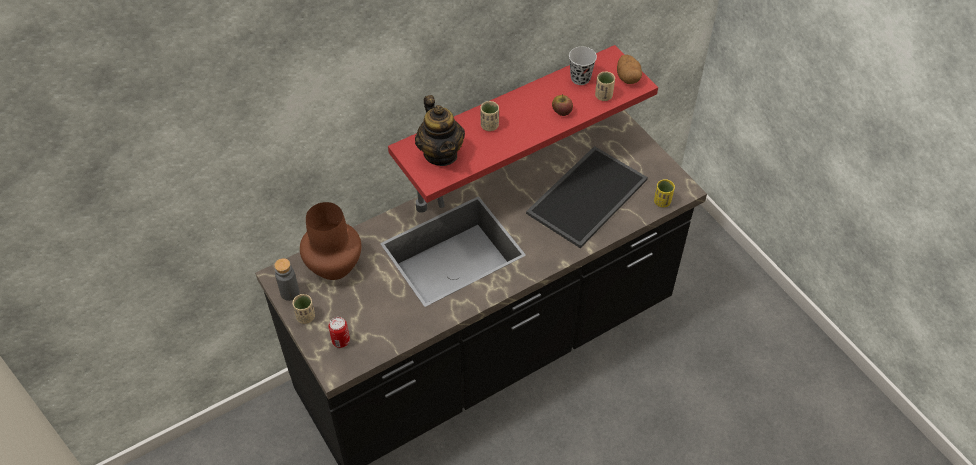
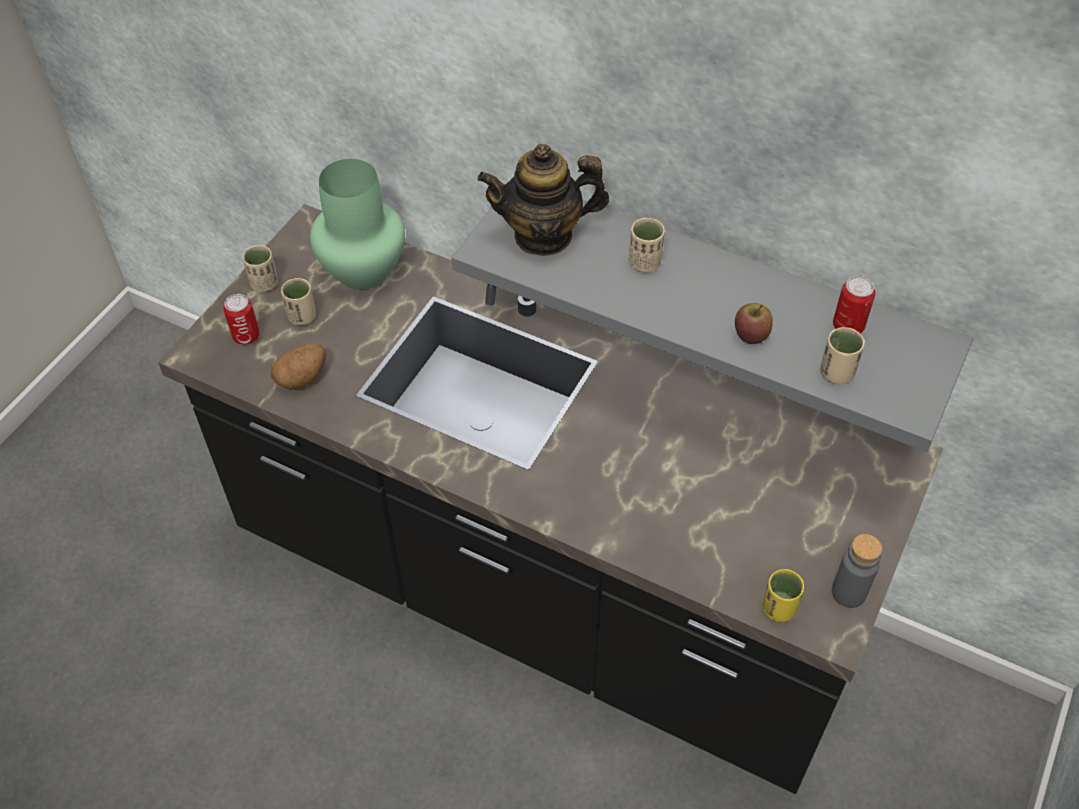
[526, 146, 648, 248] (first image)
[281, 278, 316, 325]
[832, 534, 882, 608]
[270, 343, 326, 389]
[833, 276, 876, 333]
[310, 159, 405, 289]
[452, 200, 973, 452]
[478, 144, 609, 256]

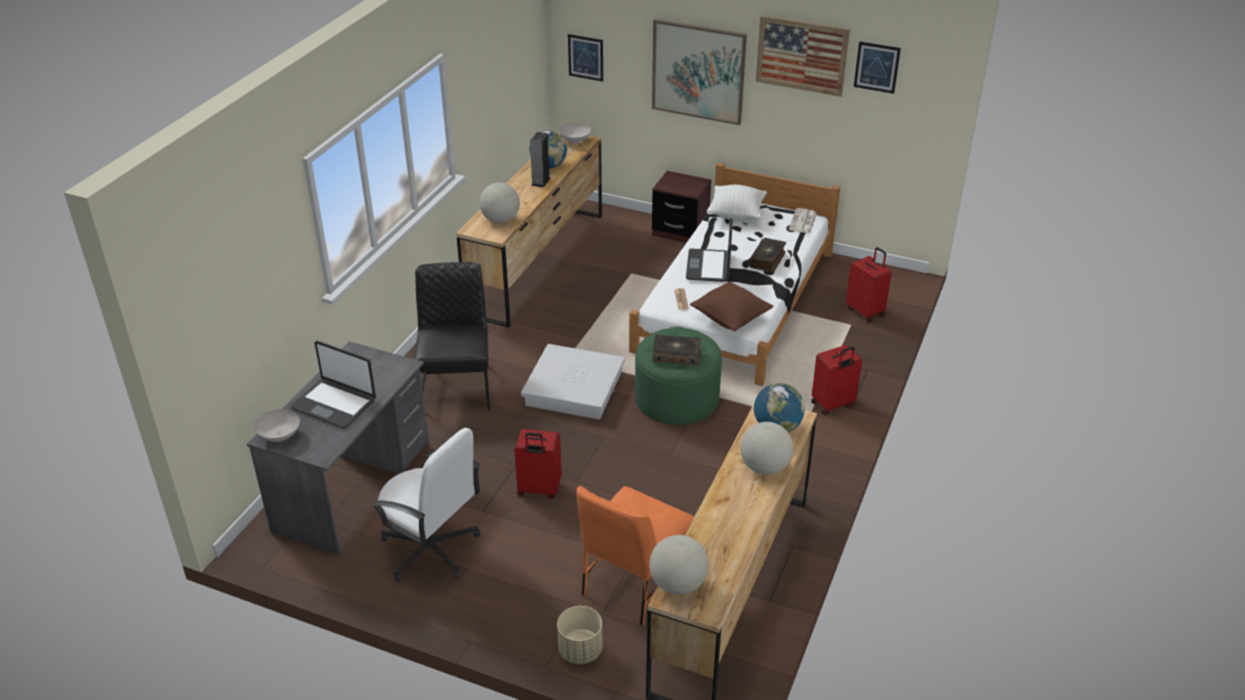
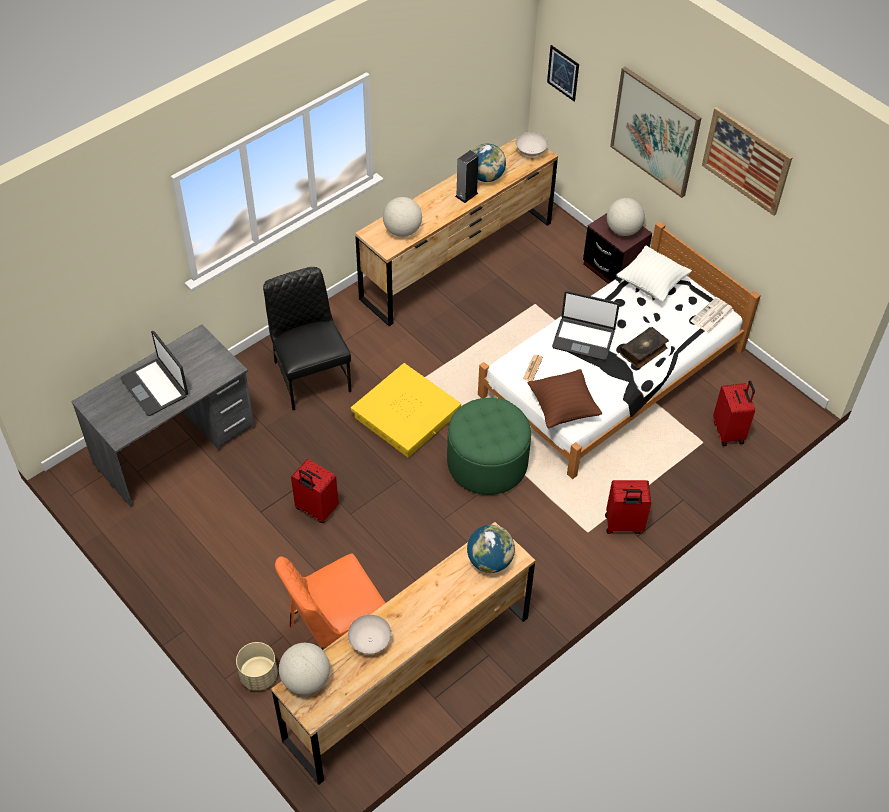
[371, 428, 480, 581] (first image)
[653, 335, 701, 366] (first image)
[854, 41, 901, 94] (first image)
[348, 615, 392, 654]
[607, 198, 645, 236]
[351, 363, 461, 458]
[263, 267, 352, 410]
[552, 291, 619, 360]

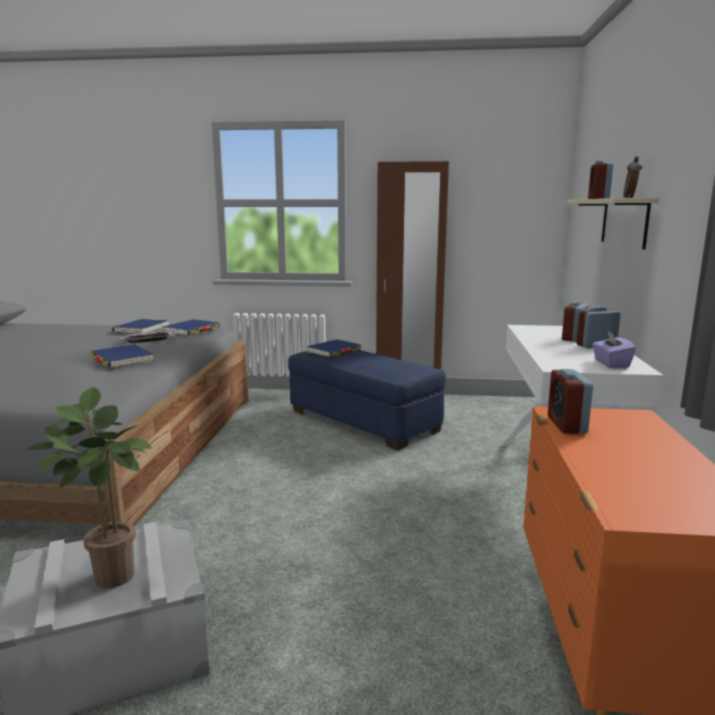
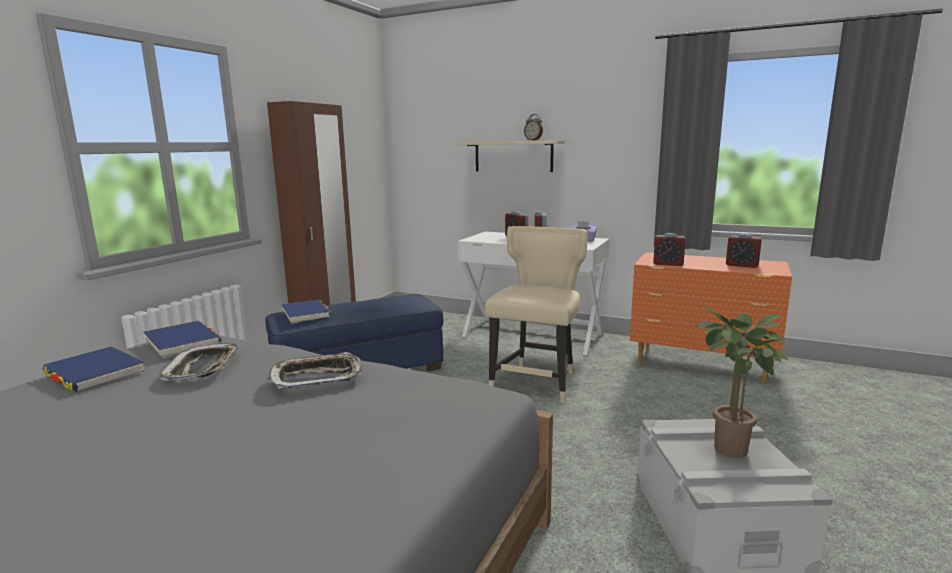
[485, 226, 588, 403]
[726, 234, 762, 268]
[267, 352, 362, 389]

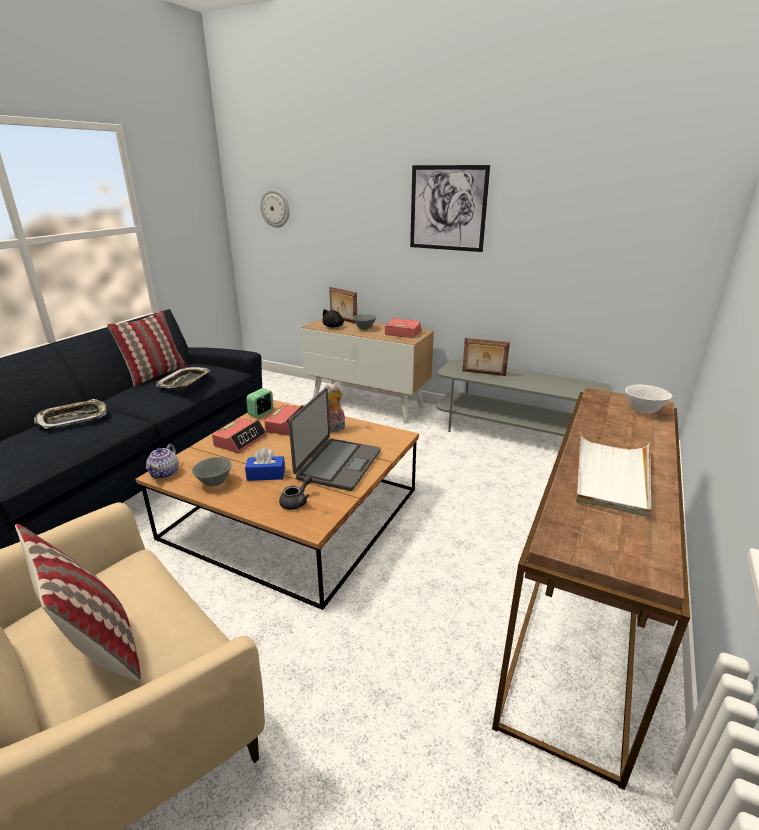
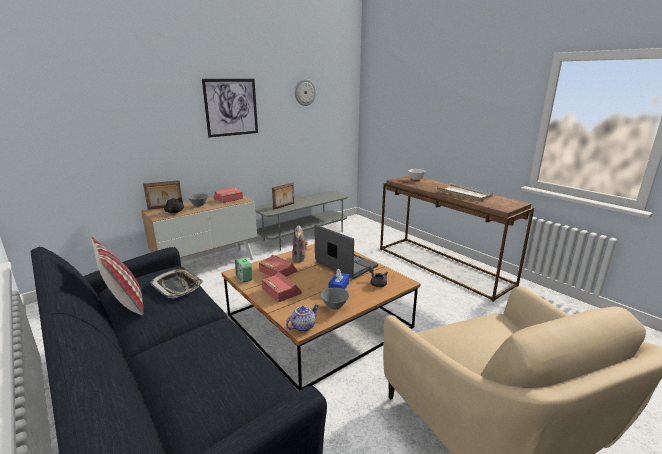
[15, 524, 141, 681] (first image)
[34, 399, 107, 429] (first image)
[295, 79, 316, 106]
[286, 304, 319, 332]

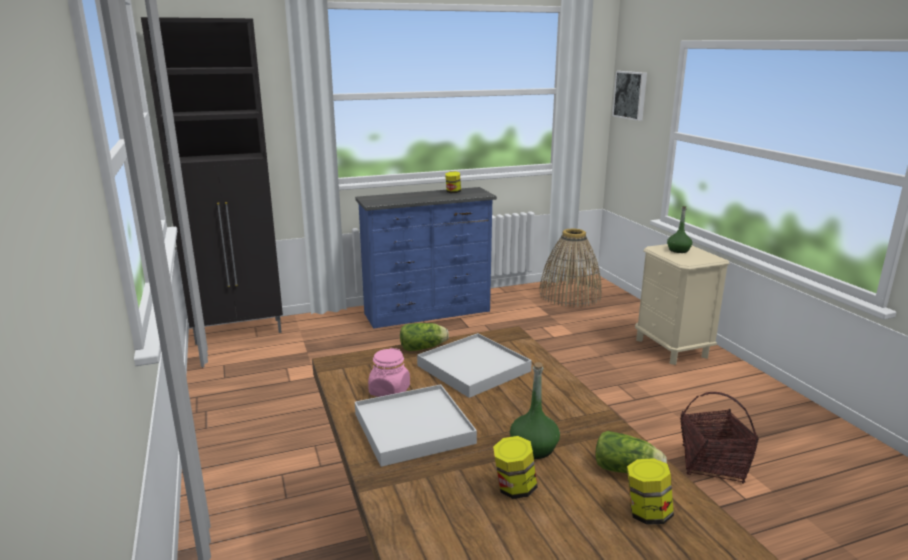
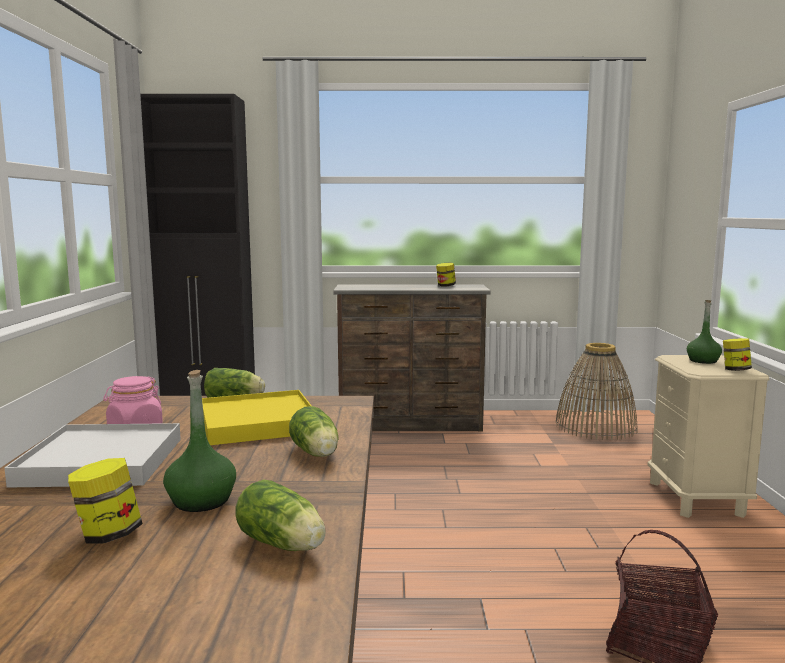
[612, 71, 647, 121] (first image)
[289, 406, 339, 457]
[723, 338, 752, 371]
[333, 284, 491, 431]
[202, 390, 311, 445]

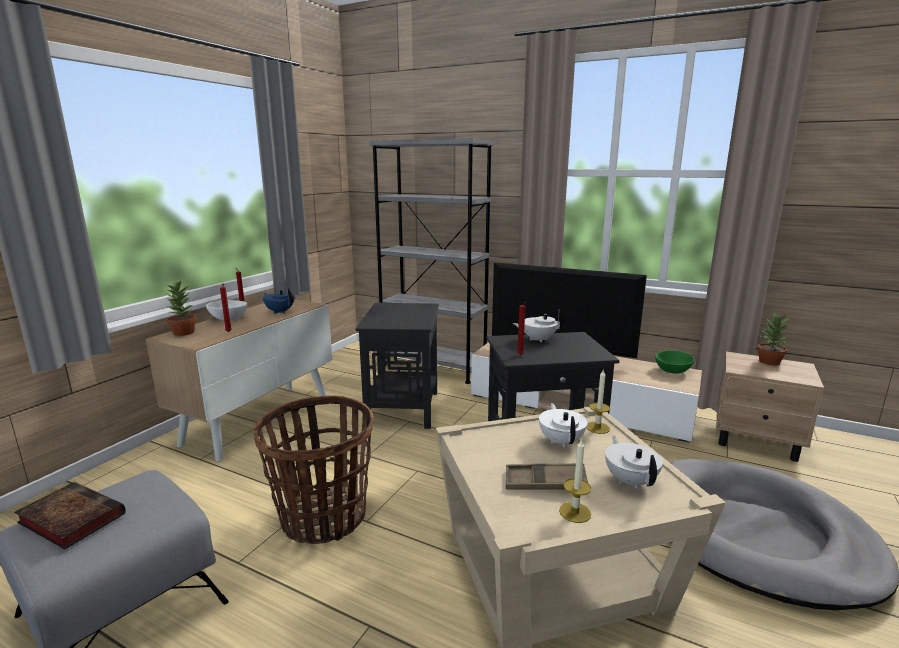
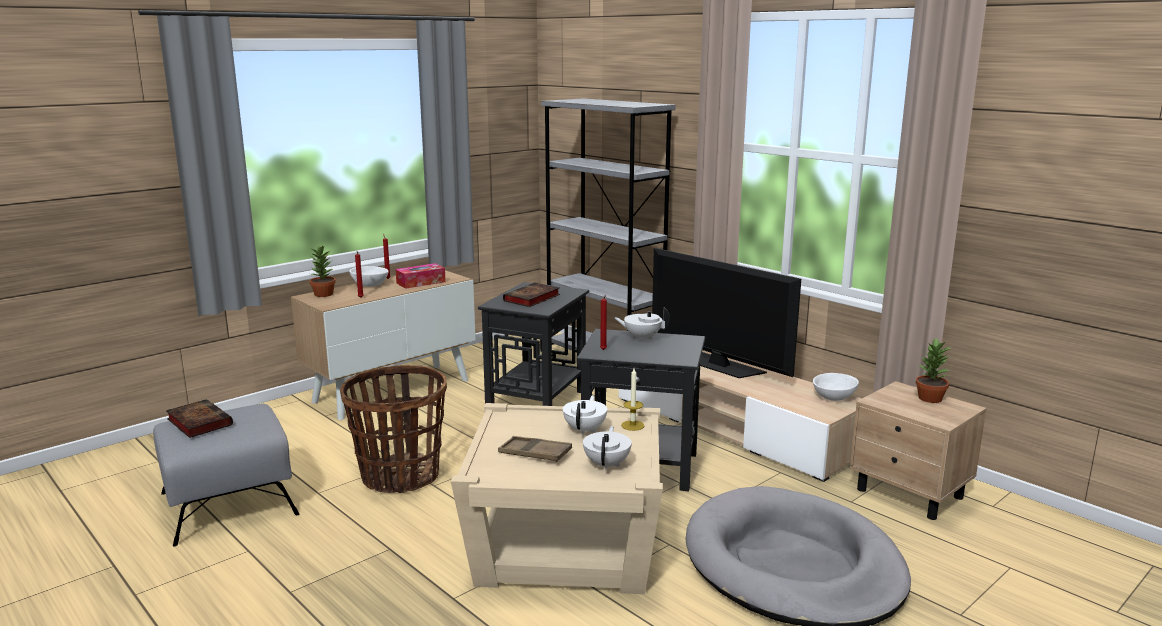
[559, 438, 591, 523] (first image)
[503, 282, 560, 307]
[395, 263, 446, 289]
[813, 373, 859, 401]

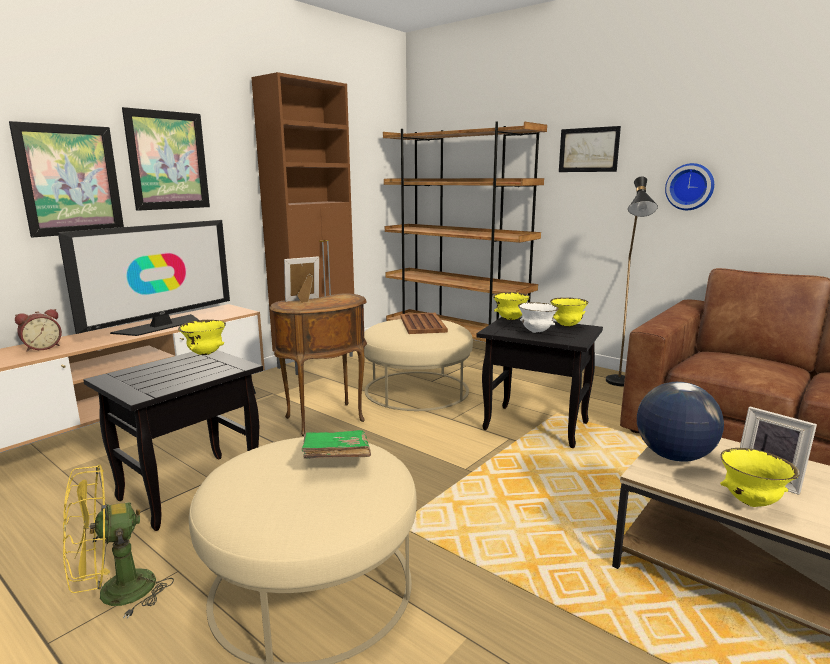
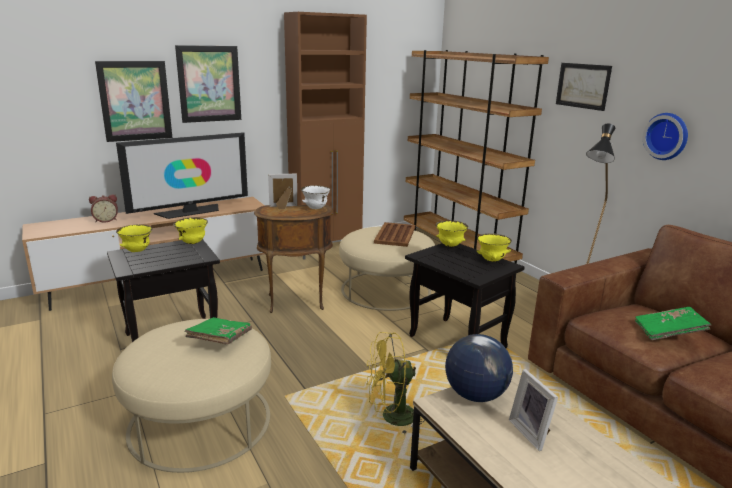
[635, 307, 711, 340]
[366, 332, 424, 434]
[301, 185, 331, 209]
[116, 224, 152, 252]

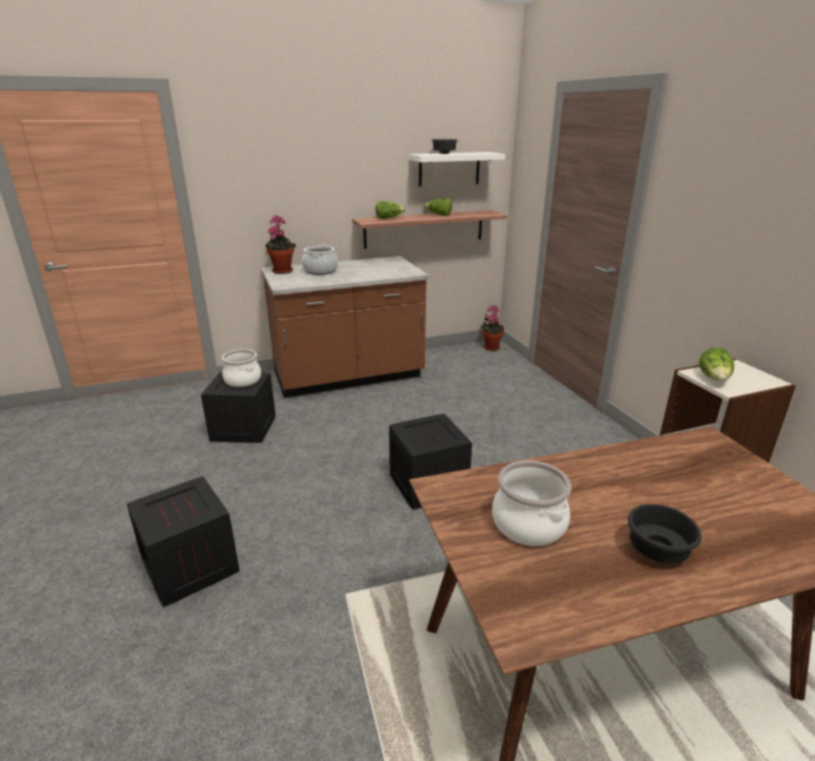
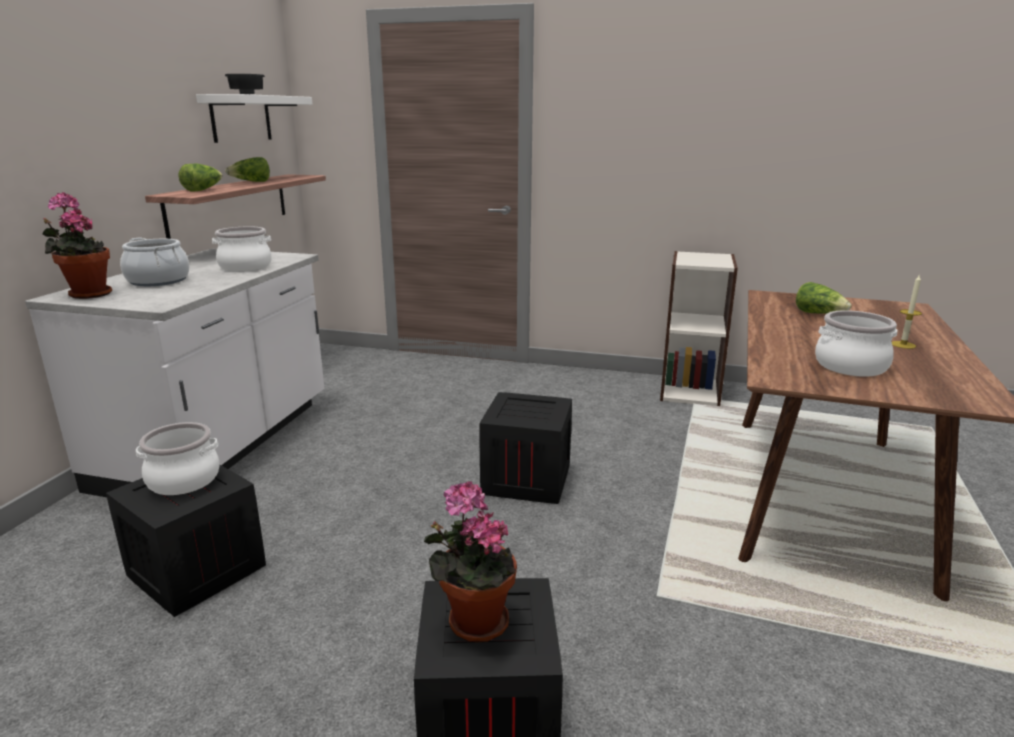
[212, 226, 272, 272]
[424, 481, 517, 643]
[796, 282, 852, 314]
[892, 275, 922, 349]
[25, 248, 324, 497]

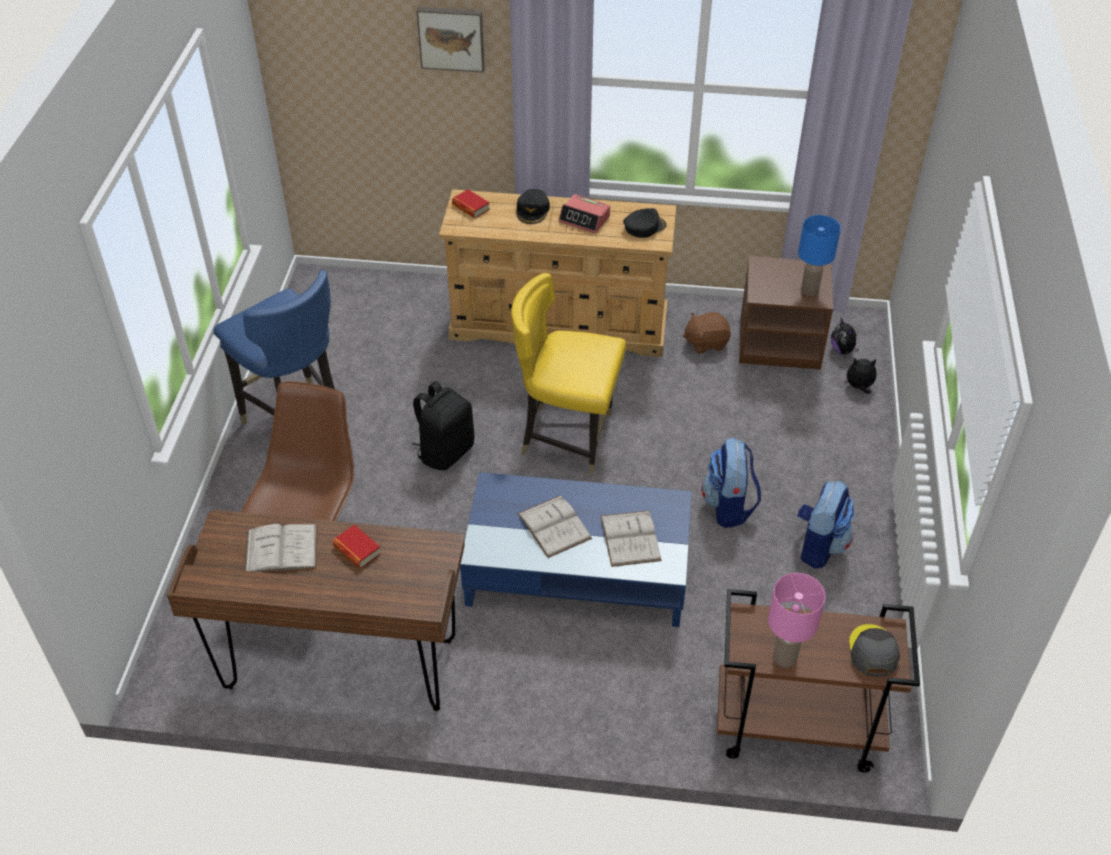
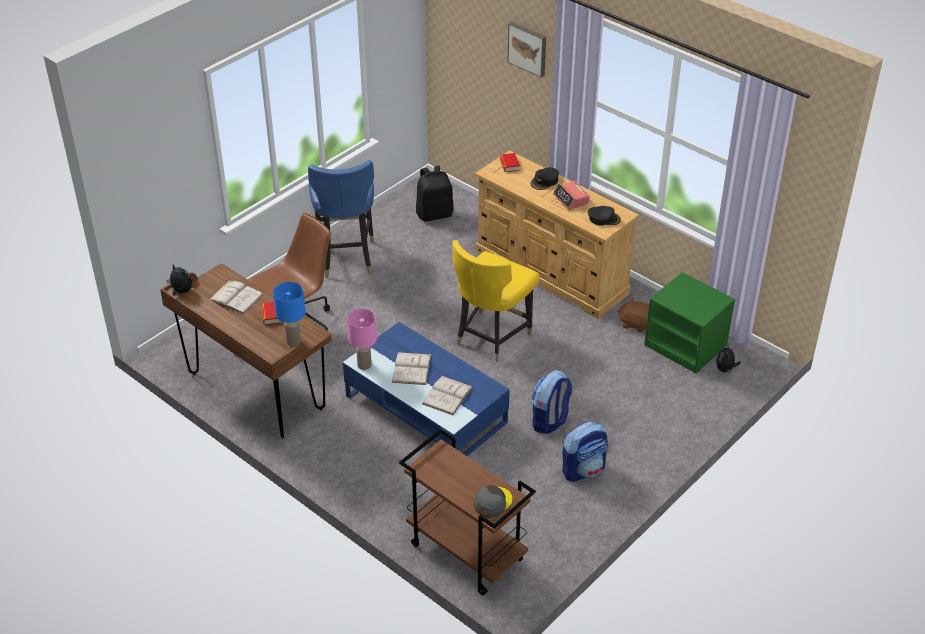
[416, 165, 454, 222]
[347, 309, 377, 370]
[273, 282, 306, 346]
[166, 264, 192, 296]
[644, 272, 735, 374]
[452, 240, 540, 362]

